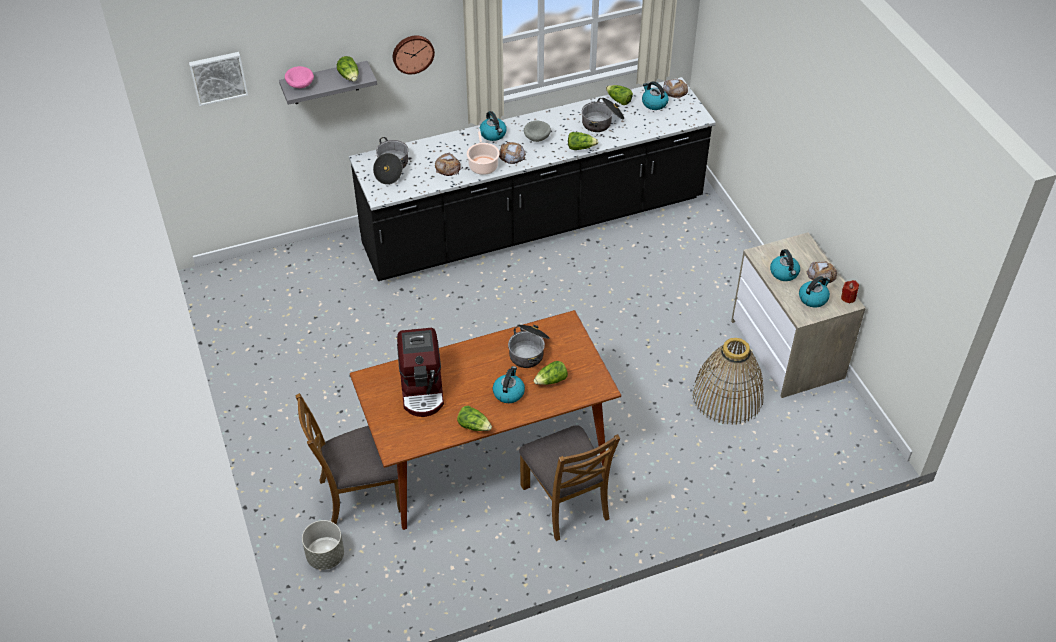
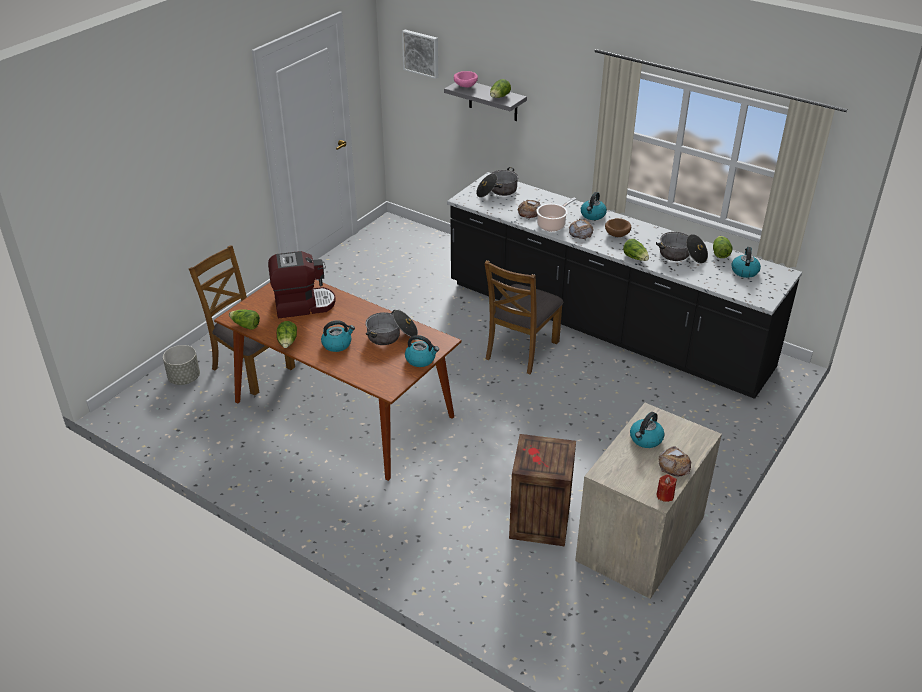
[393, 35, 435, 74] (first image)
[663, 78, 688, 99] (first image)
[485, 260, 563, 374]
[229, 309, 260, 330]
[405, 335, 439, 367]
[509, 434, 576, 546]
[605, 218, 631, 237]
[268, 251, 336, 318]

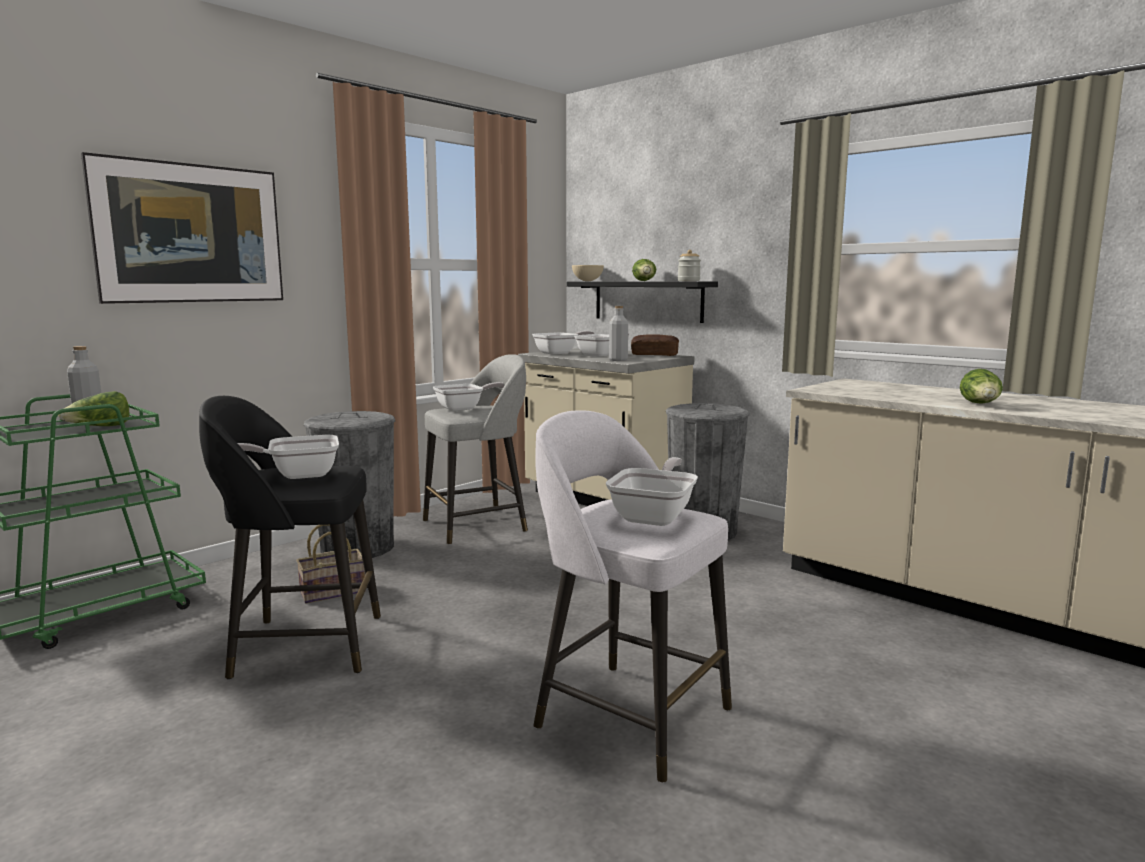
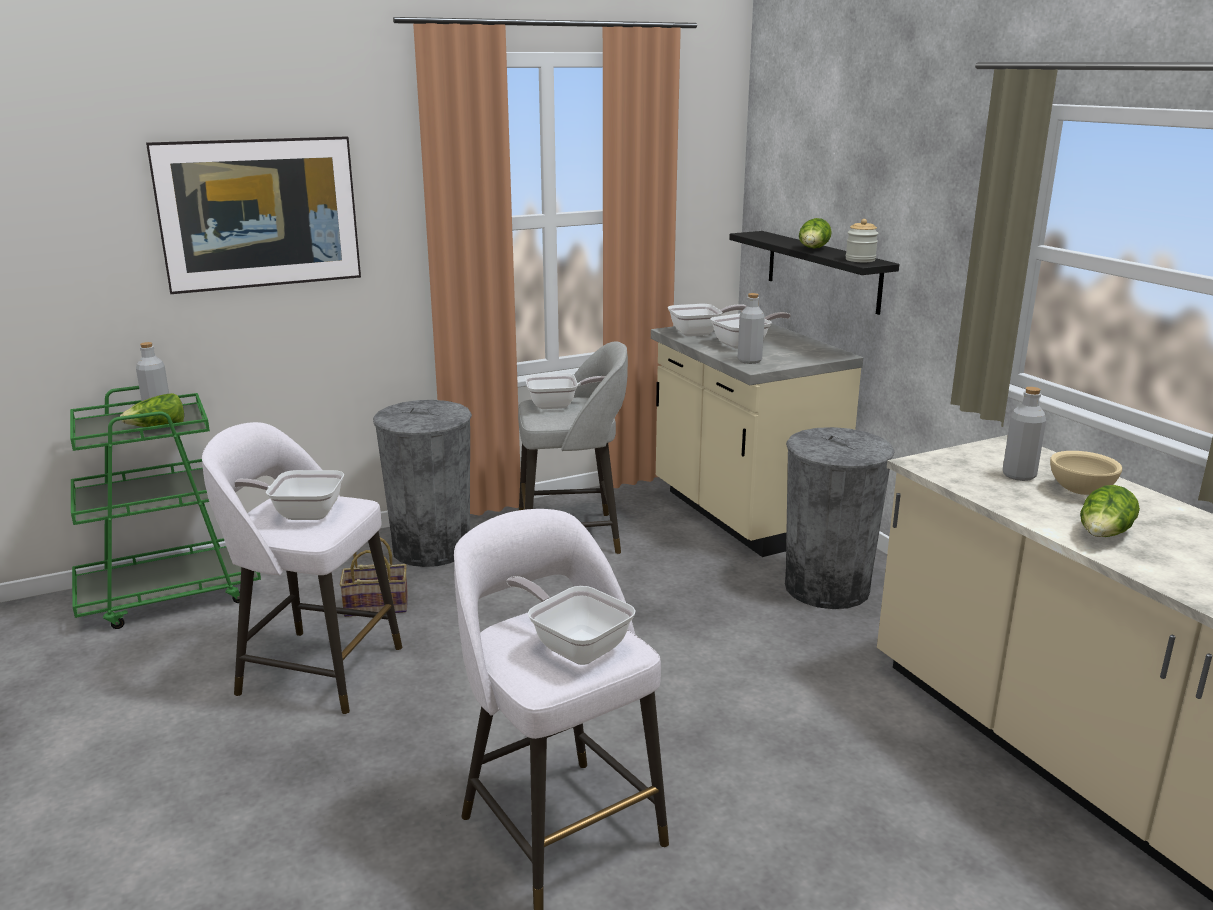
[631, 334, 679, 356] (first image)
[1003, 387, 1046, 481]
[1050, 451, 1122, 495]
[202, 422, 402, 714]
[506, 576, 635, 665]

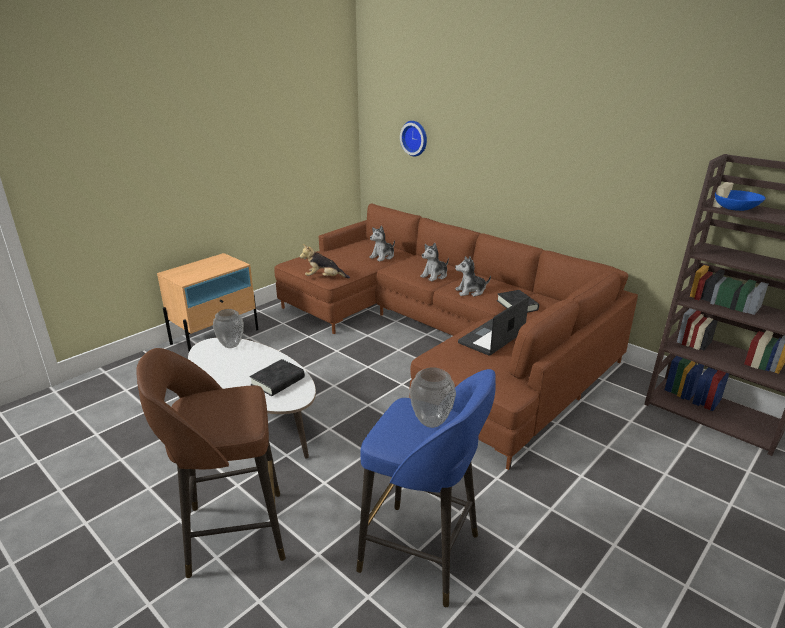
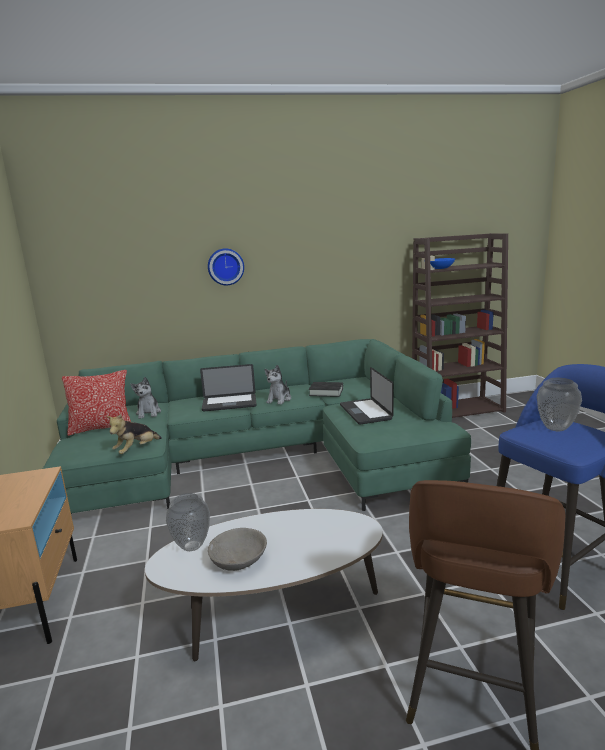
[249, 359, 305, 396] (first image)
[62, 370, 131, 436]
[208, 528, 267, 571]
[208, 248, 244, 286]
[200, 364, 257, 411]
[43, 339, 471, 514]

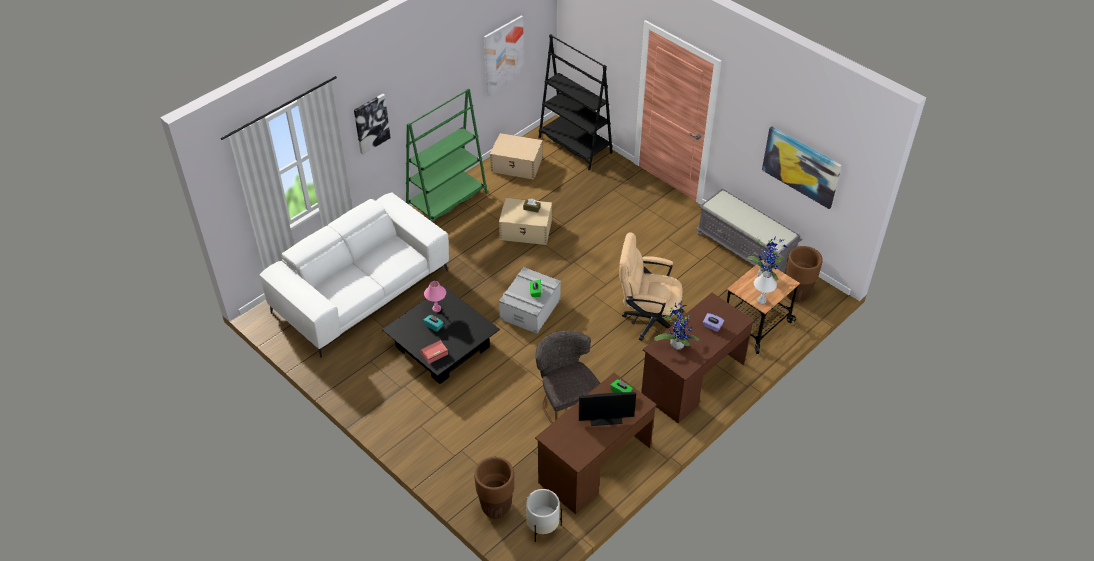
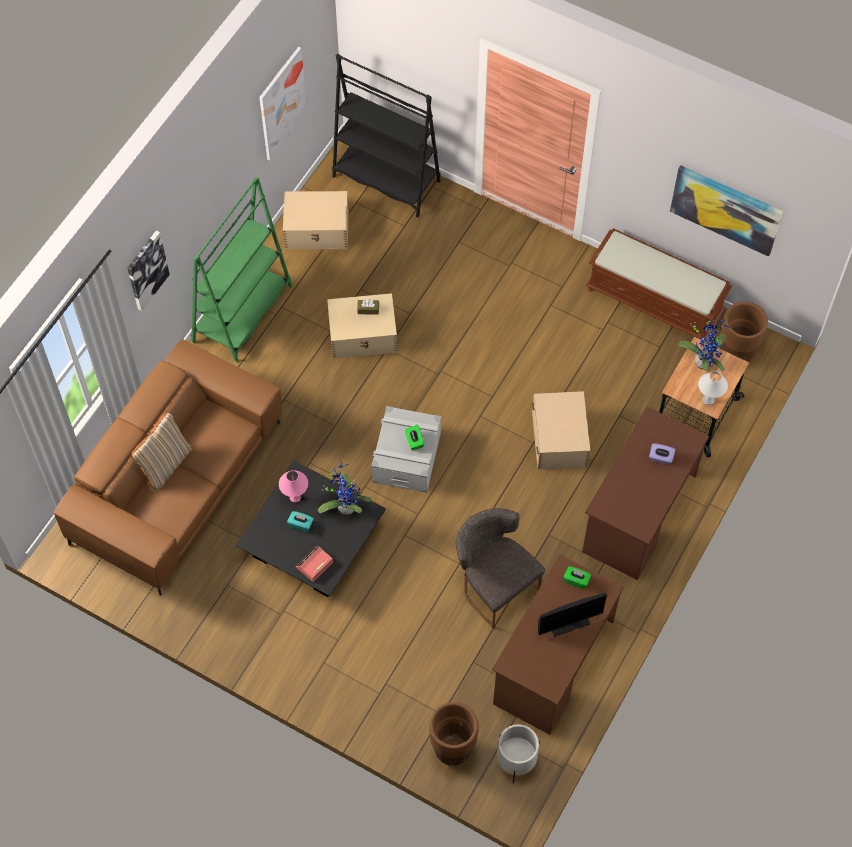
[131, 412, 192, 490]
[318, 462, 372, 515]
[532, 391, 590, 469]
[54, 339, 282, 596]
[586, 228, 732, 342]

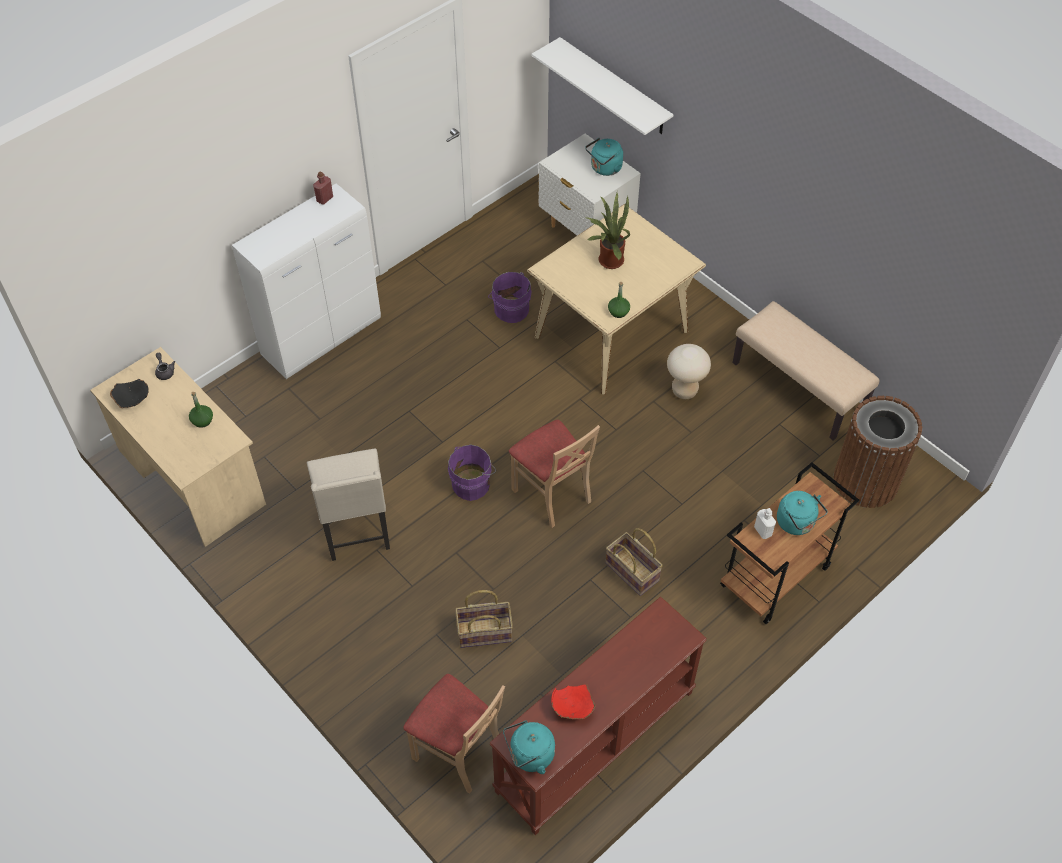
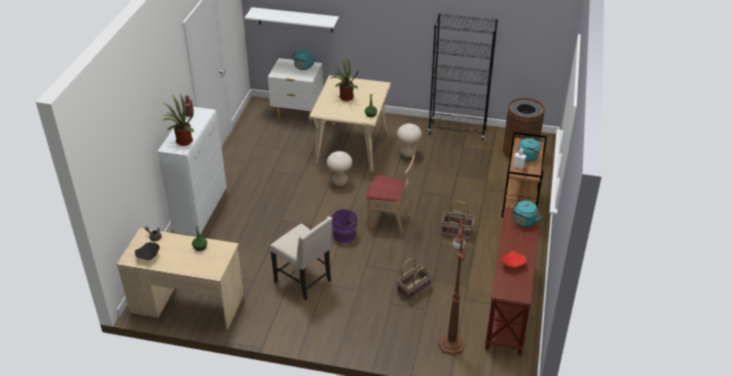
[488, 272, 531, 323] (first image)
[162, 94, 194, 146]
[327, 151, 352, 186]
[511, 201, 542, 227]
[439, 211, 466, 355]
[428, 13, 498, 141]

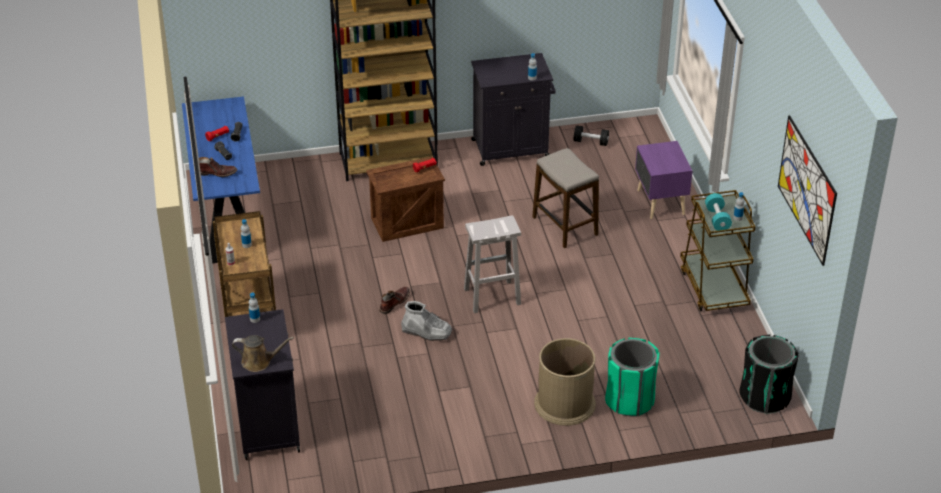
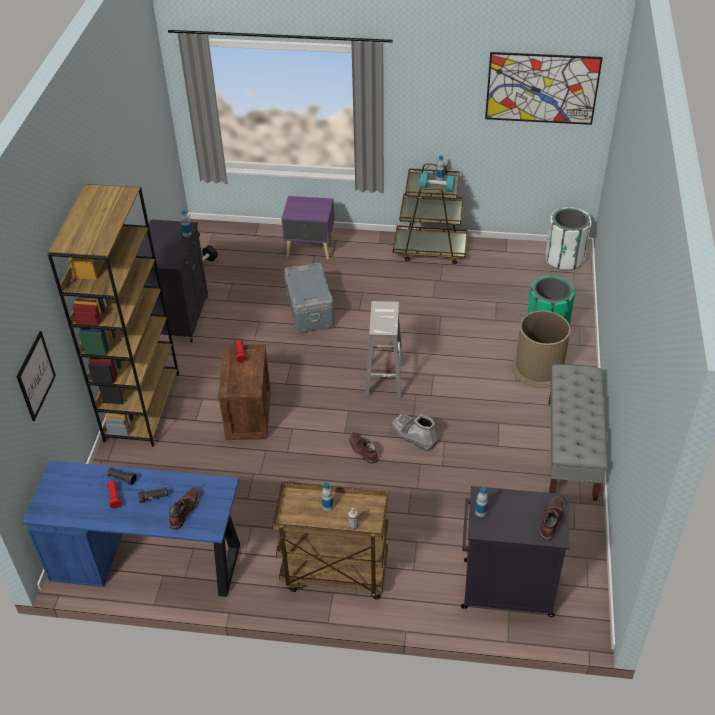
[16, 331, 56, 421]
[549, 364, 608, 501]
[540, 497, 565, 541]
[284, 263, 334, 333]
[545, 207, 591, 271]
[391, 414, 438, 452]

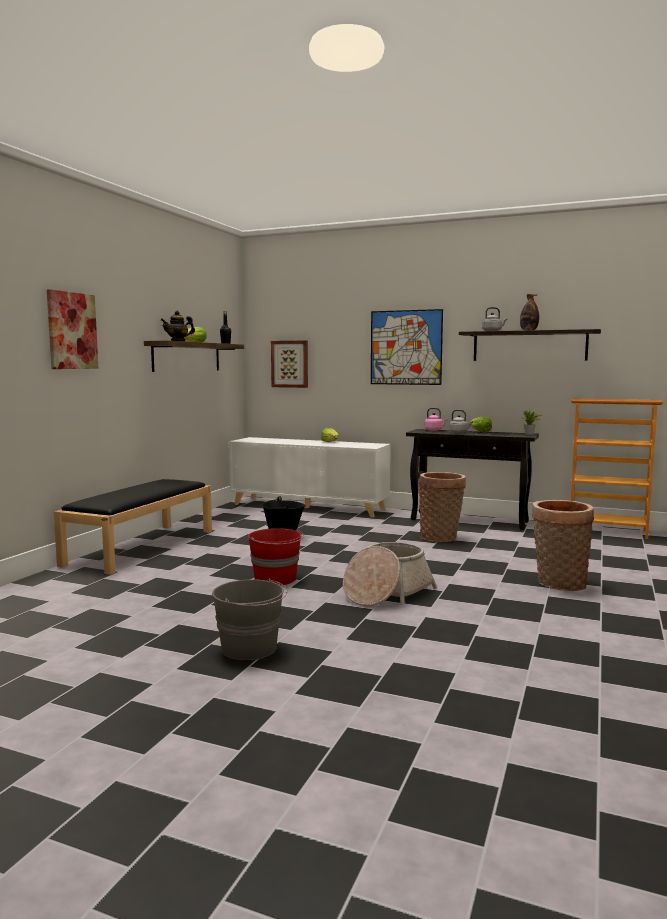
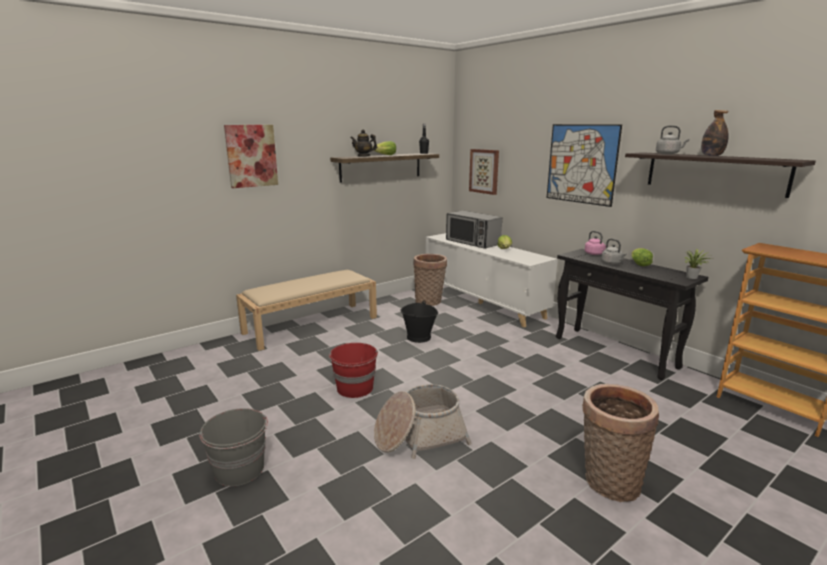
[446, 211, 502, 249]
[413, 254, 447, 306]
[236, 270, 377, 351]

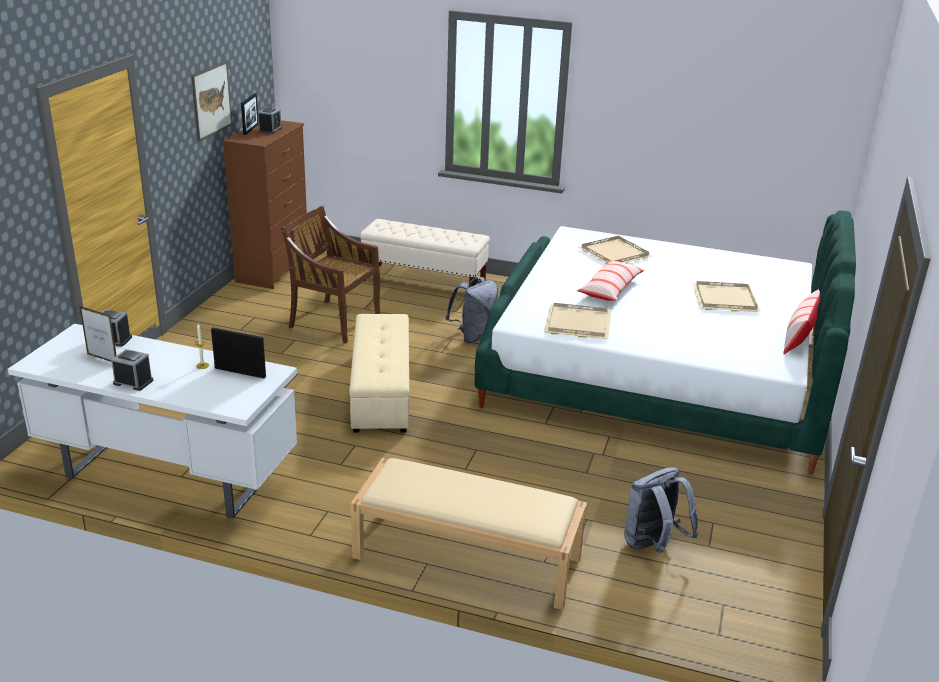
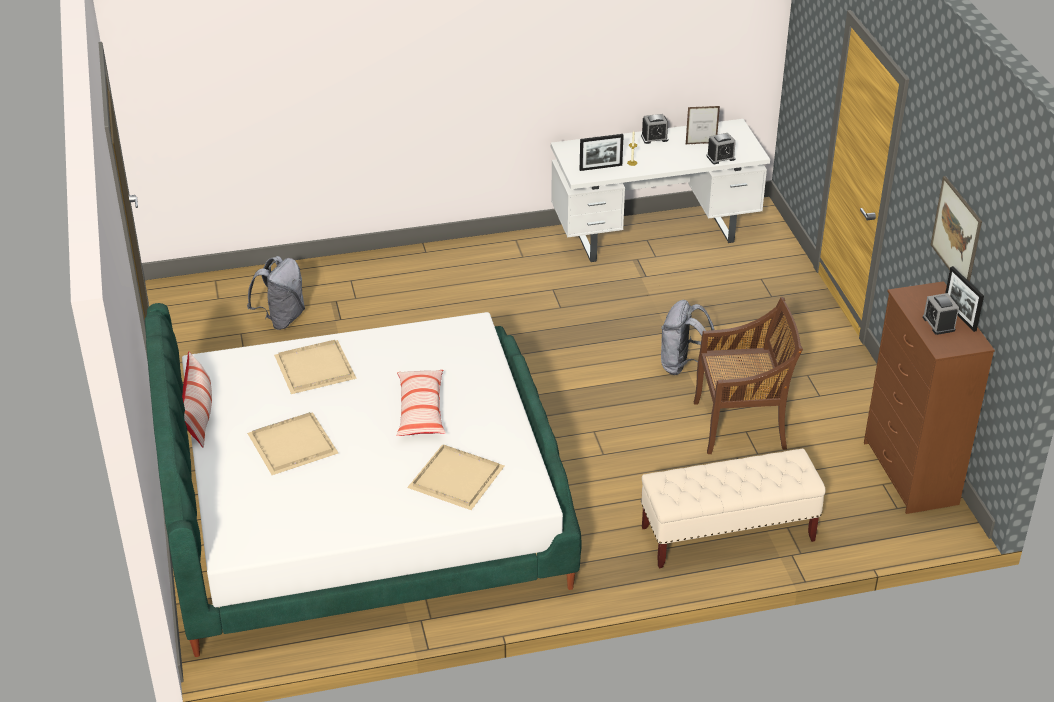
[349, 314, 409, 433] (first image)
[351, 458, 587, 610] (first image)
[661, 300, 715, 375]
[274, 340, 357, 394]

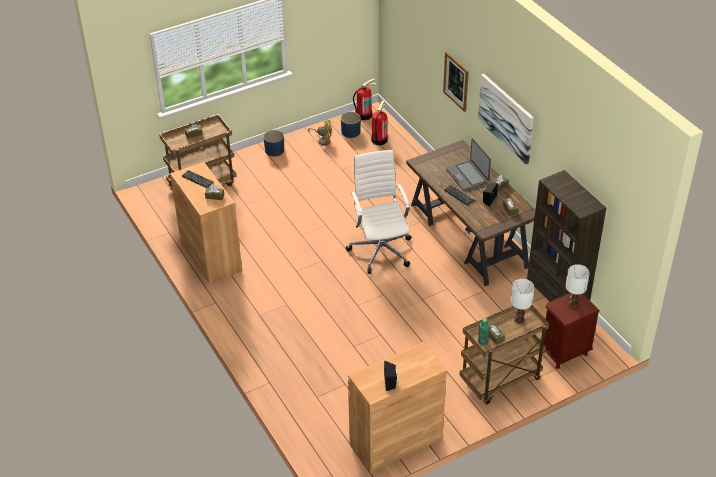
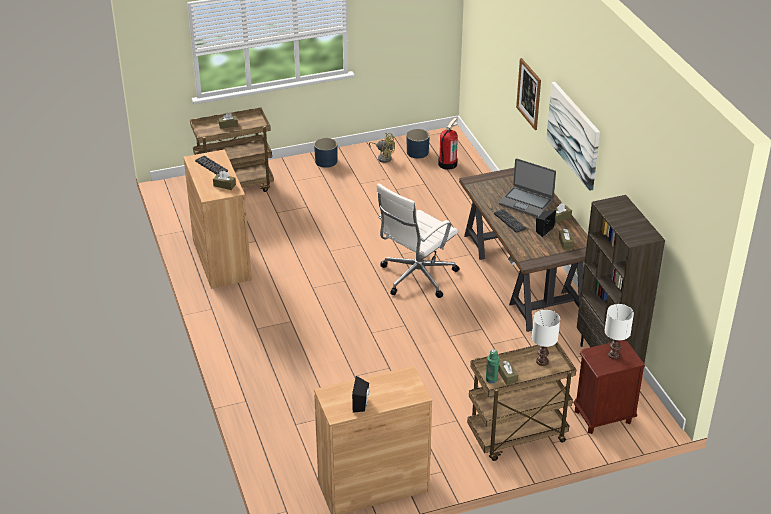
[353, 79, 376, 120] (first image)
[376, 183, 460, 298]
[499, 158, 556, 217]

